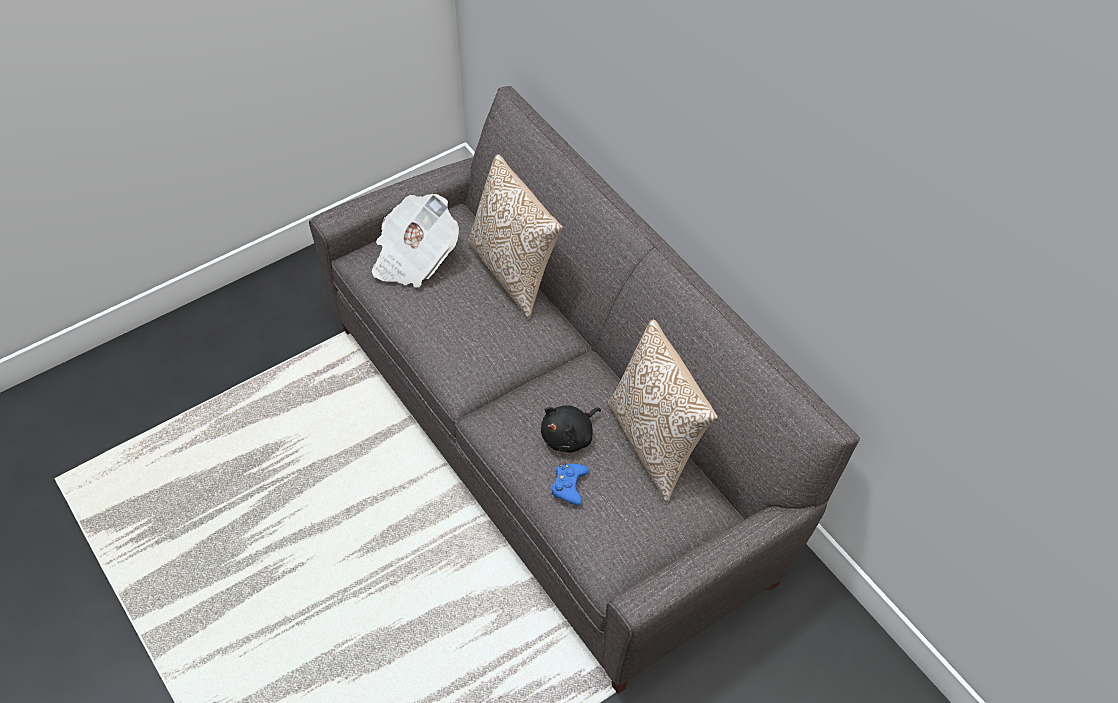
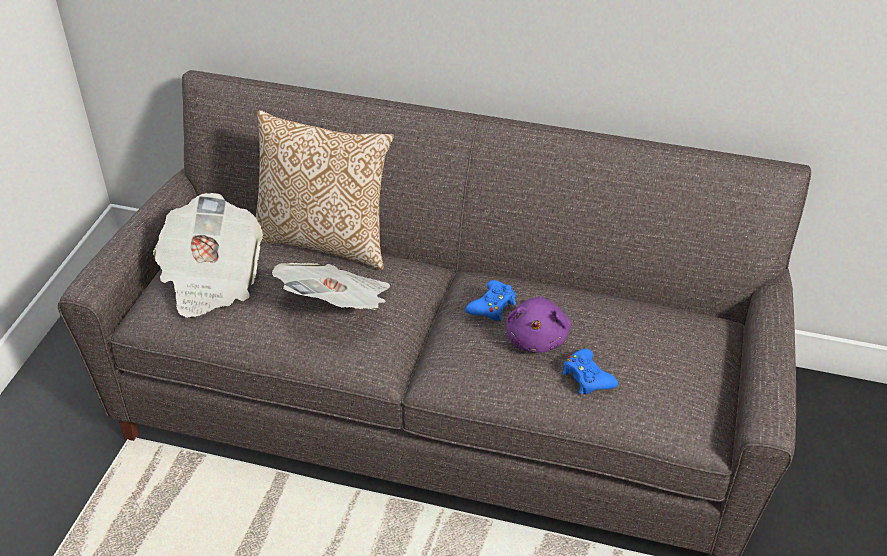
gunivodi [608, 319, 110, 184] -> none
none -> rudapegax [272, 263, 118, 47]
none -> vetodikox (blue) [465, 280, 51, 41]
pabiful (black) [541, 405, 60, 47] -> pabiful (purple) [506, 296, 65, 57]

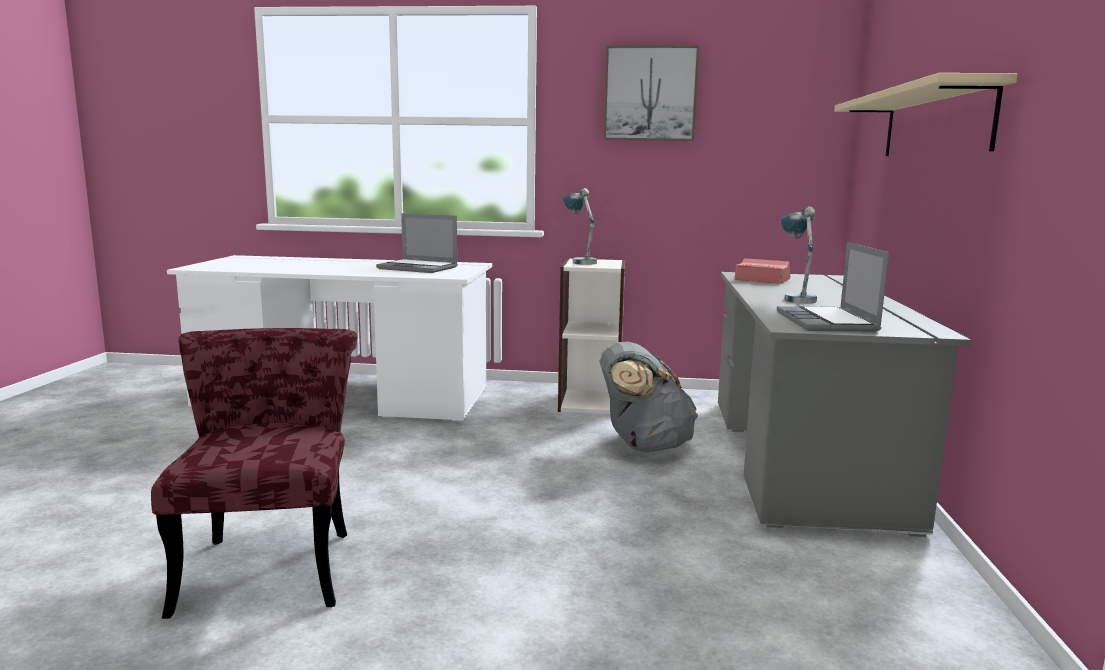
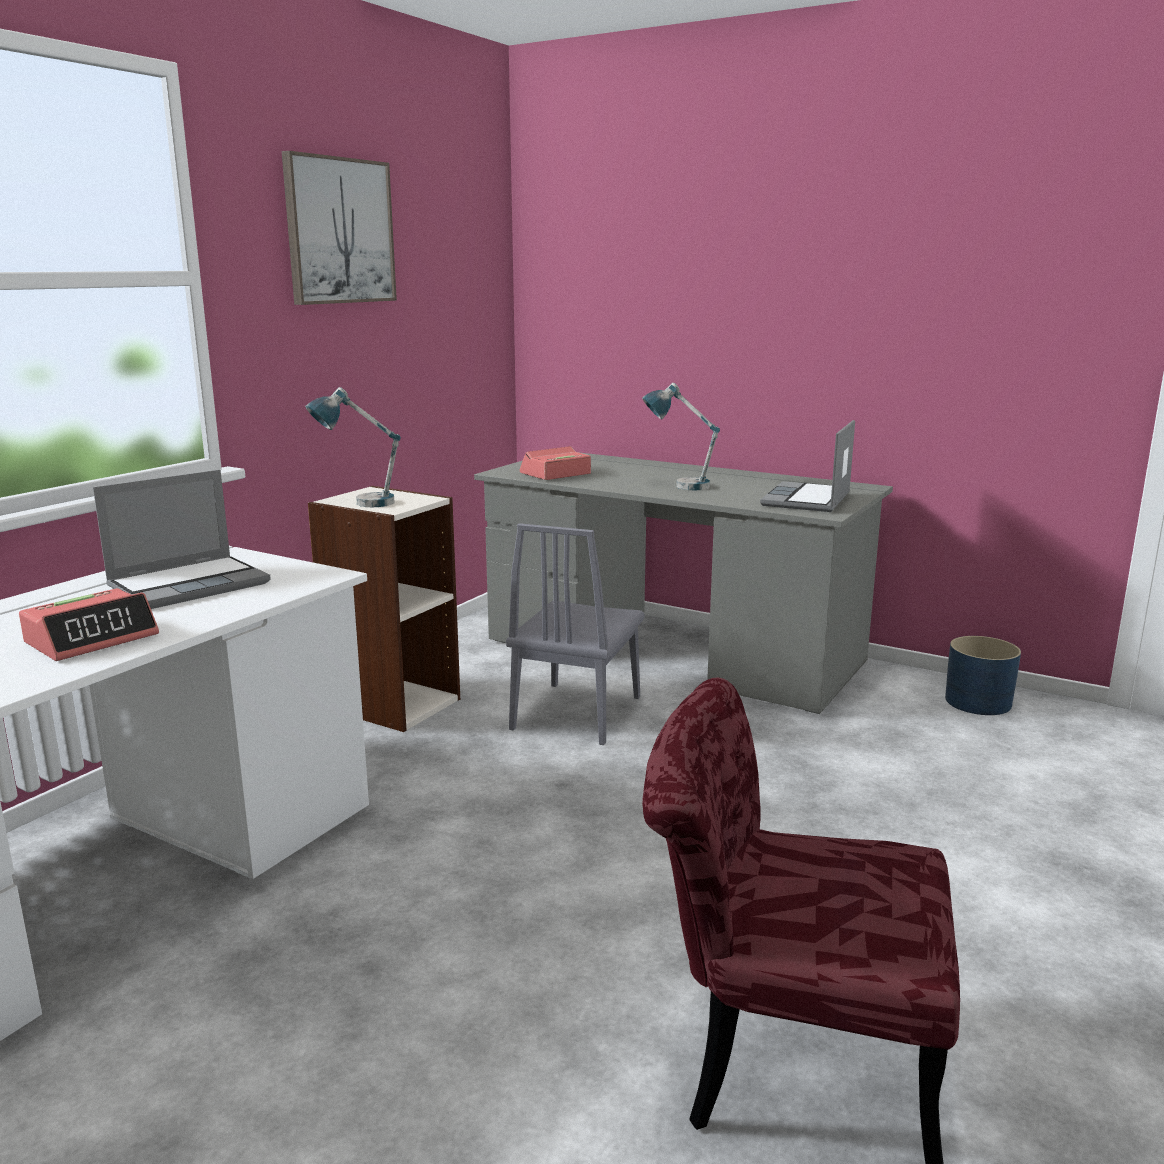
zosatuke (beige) [834, 73, 184, 83] -> none
none -> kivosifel [19, 588, 140, 73]
none -> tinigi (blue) [945, 636, 76, 79]
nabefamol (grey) [599, 342, 99, 111] -> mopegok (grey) [506, 523, 138, 222]
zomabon [777, 242, 112, 90] -> zomabon [760, 420, 95, 92], 90 degrees clockwise

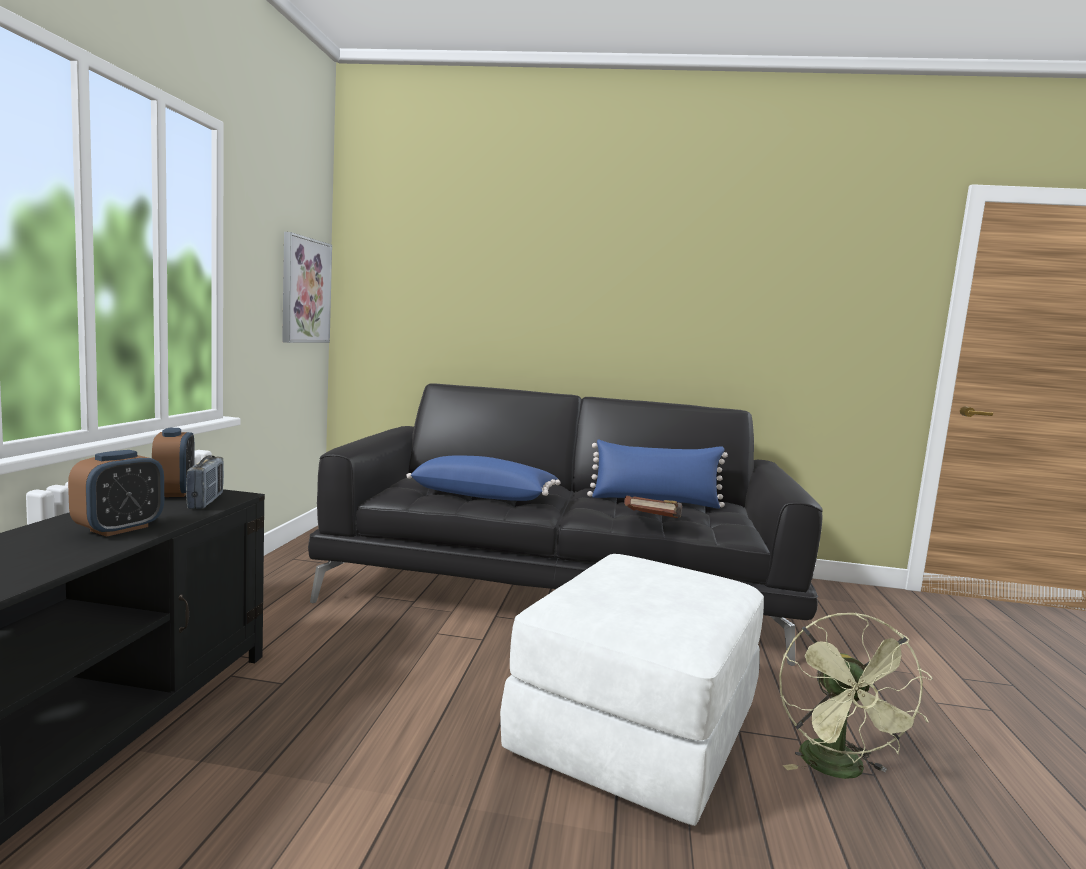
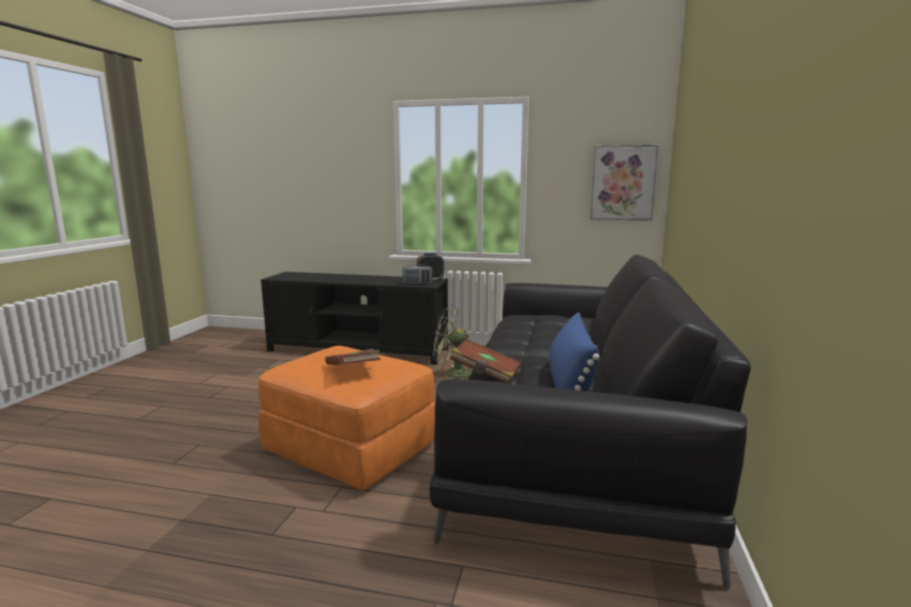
kivosifel [68, 450, 96, 87] -> none
gunivodi (blue) [406, 455, 155, 46] -> none
none -> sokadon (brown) [325, 349, 55, 16]
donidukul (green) [779, 612, 154, 167] -> donidukul (green) [433, 308, 38, 72], move
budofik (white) [500, 554, 264, 272] -> budofik (orange) [258, 346, 177, 145]

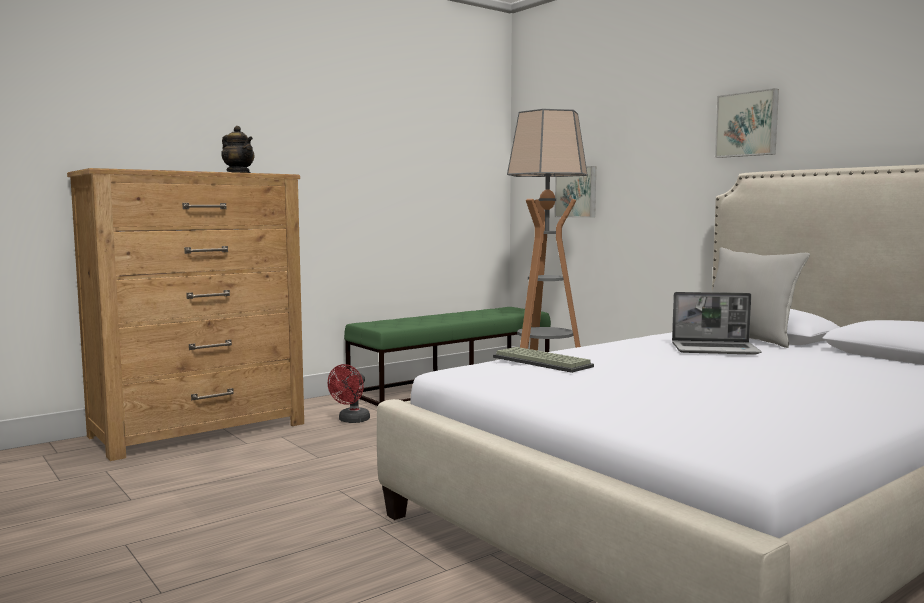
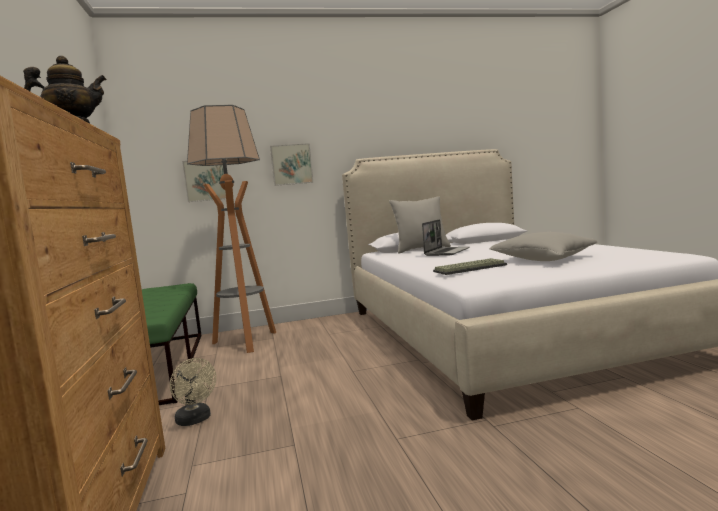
none -> gunivodi (grey) [489, 232, 108, 29]
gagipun [715, 88, 64, 70] -> gagipun [270, 143, 43, 43], move
donidukul (red) [328, 364, 42, 59] -> donidukul (beige) [170, 358, 46, 68]

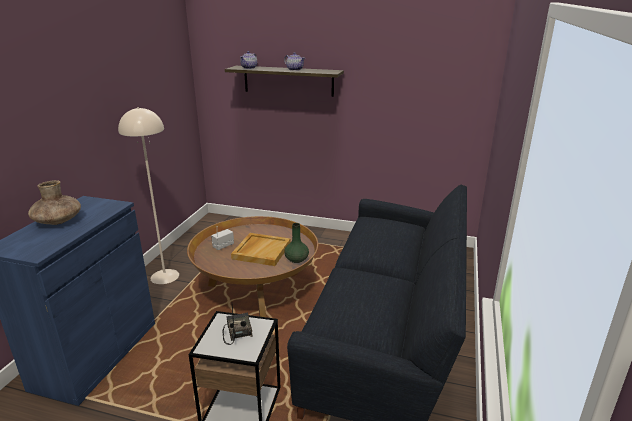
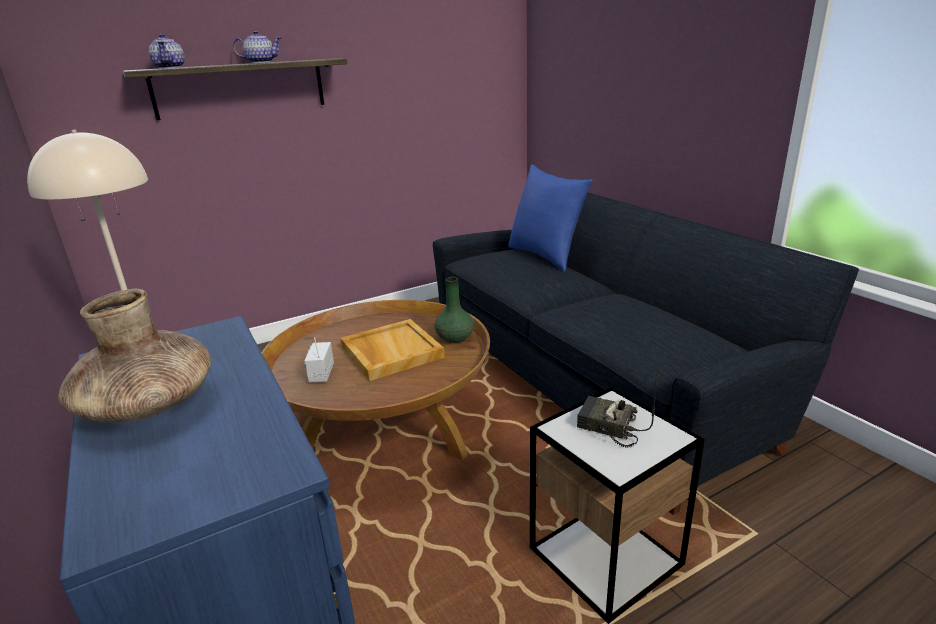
none -> gunivodi (blue) [508, 164, 85, 108]

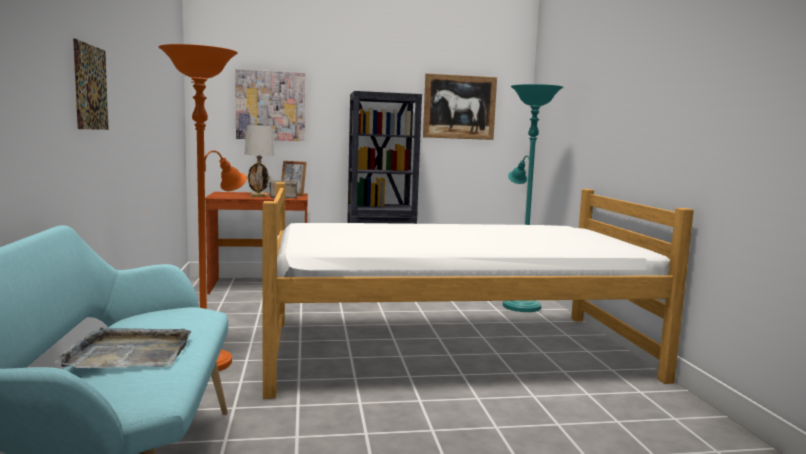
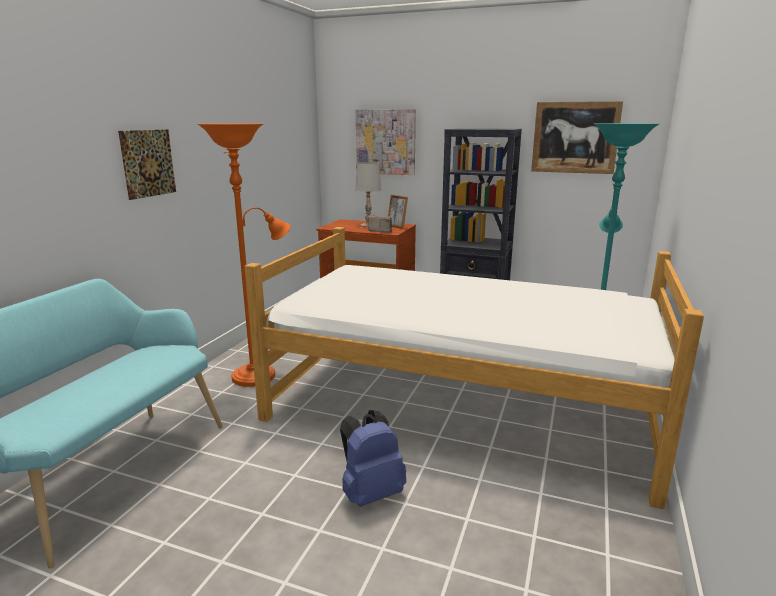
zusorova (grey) [55, 327, 137, 41] -> none
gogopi [246, 162, 23, 35] -> none
none -> nabefamol (blue) [340, 410, 66, 97]

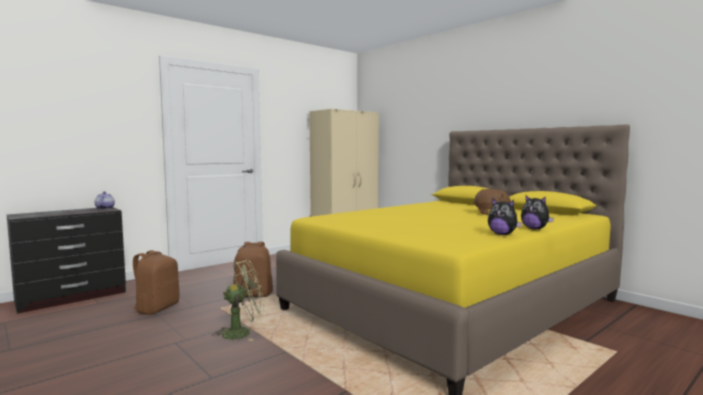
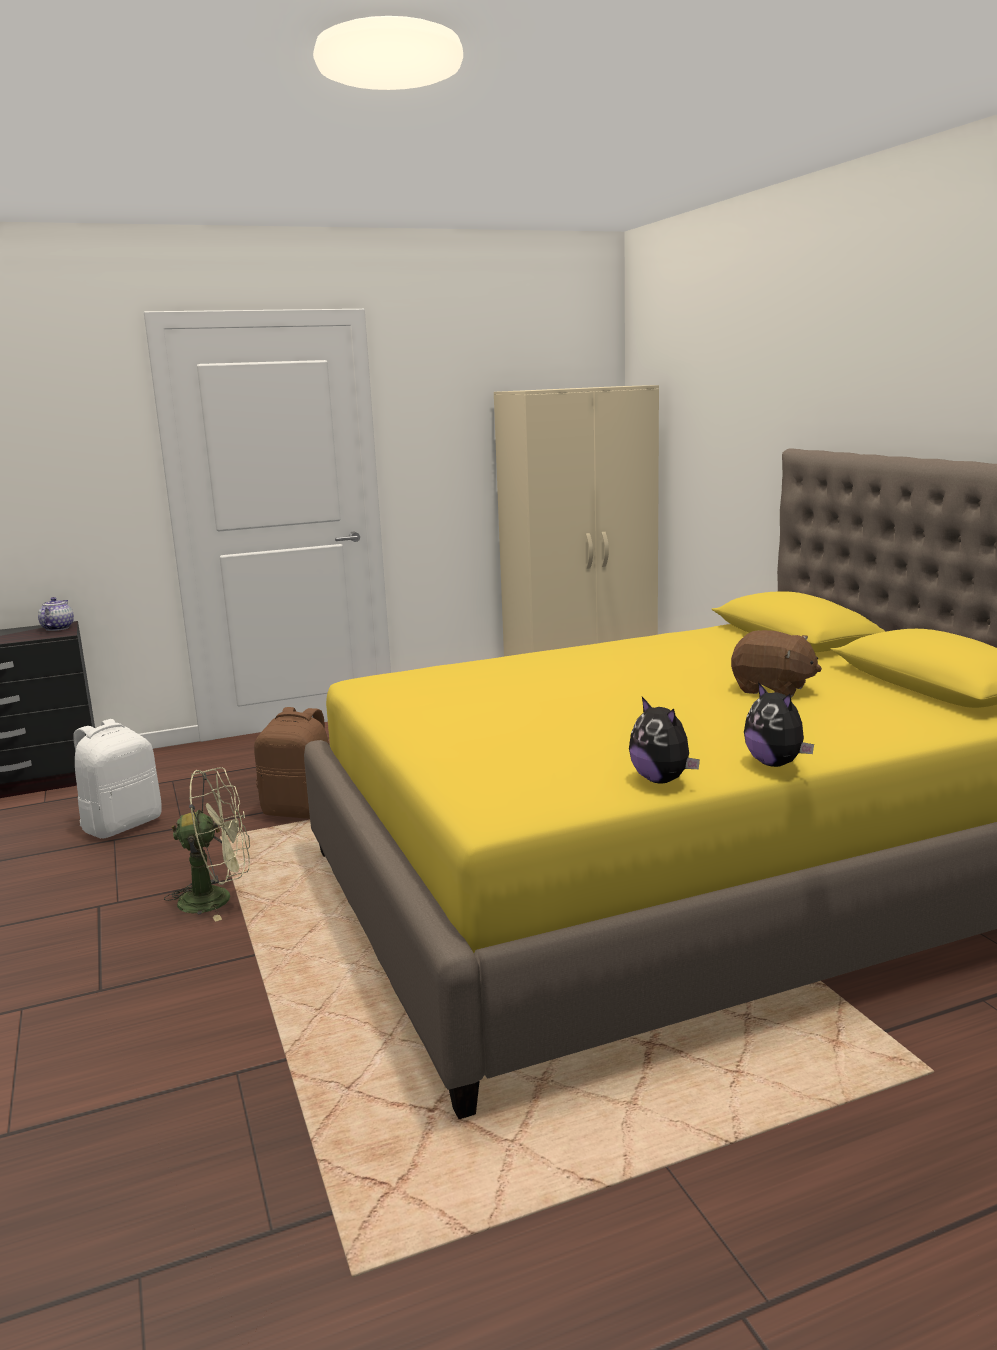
nabefamol (brown) [130, 250, 49, 65] -> nabefamol (white) [73, 719, 89, 119]

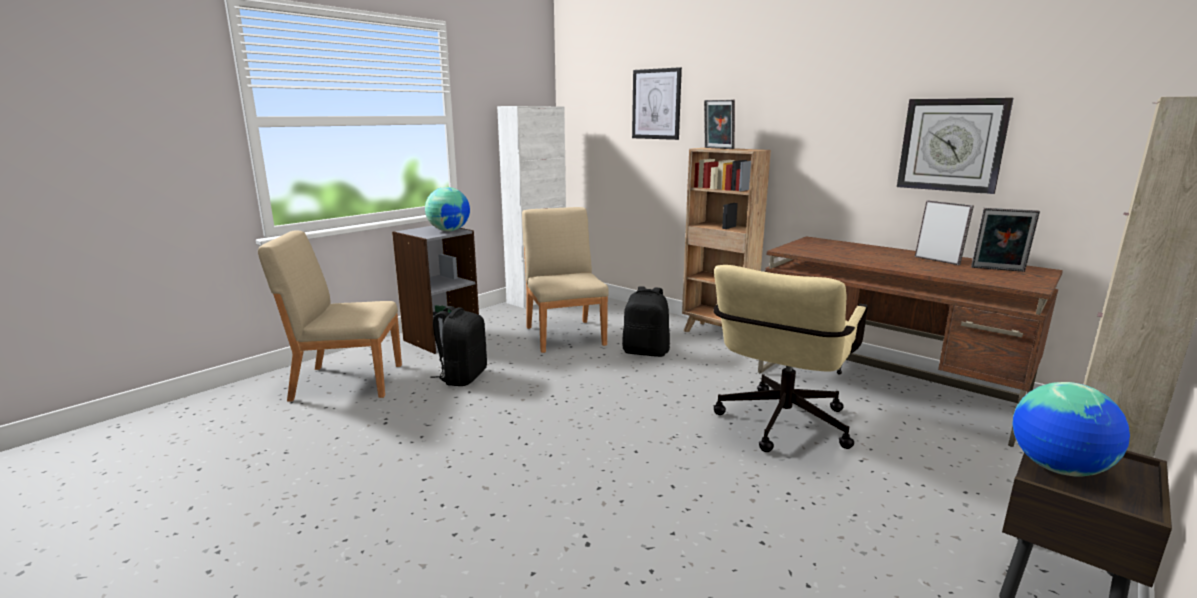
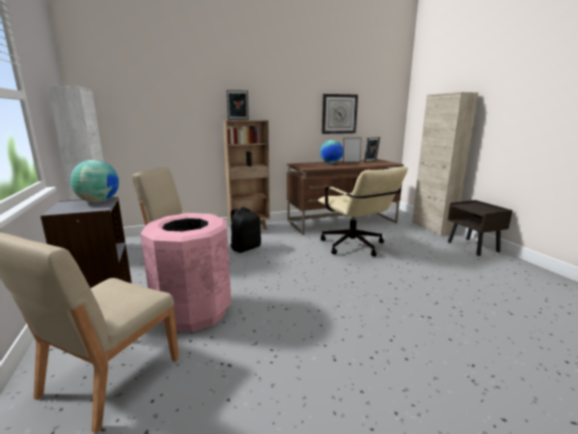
gagipun [632, 67, 50, 73] -> none
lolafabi [1013, 382, 117, 95] -> lolafabi [320, 140, 23, 24], move
nabefamol (black) [430, 306, 57, 80] -> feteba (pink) [140, 213, 91, 119]

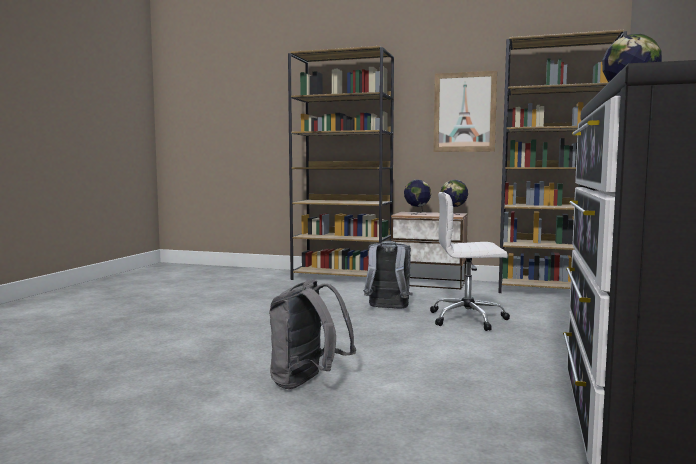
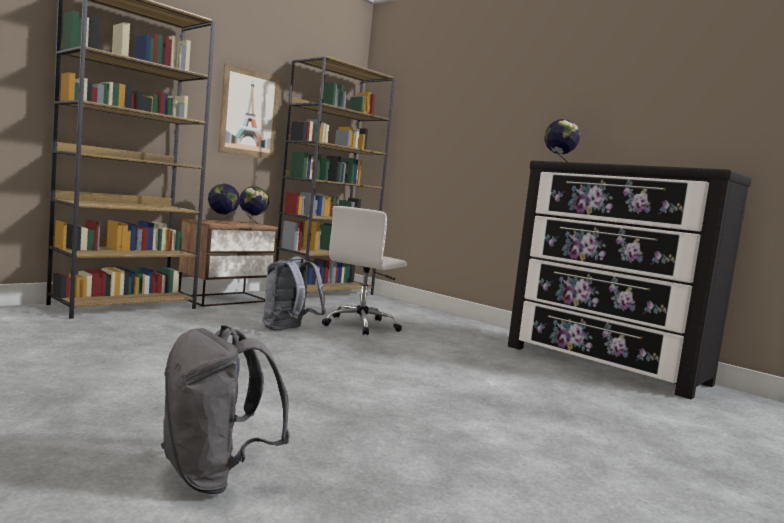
nabefamol (grey) [269, 279, 87, 110] -> nabefamol (grey) [161, 325, 129, 169], move

